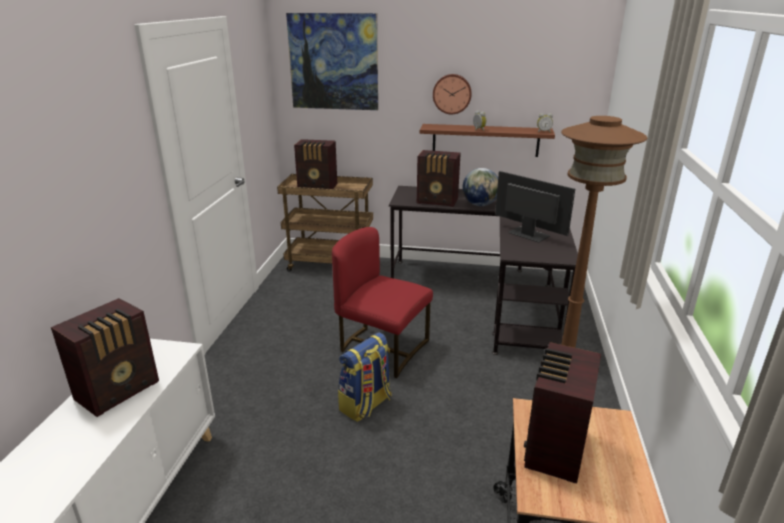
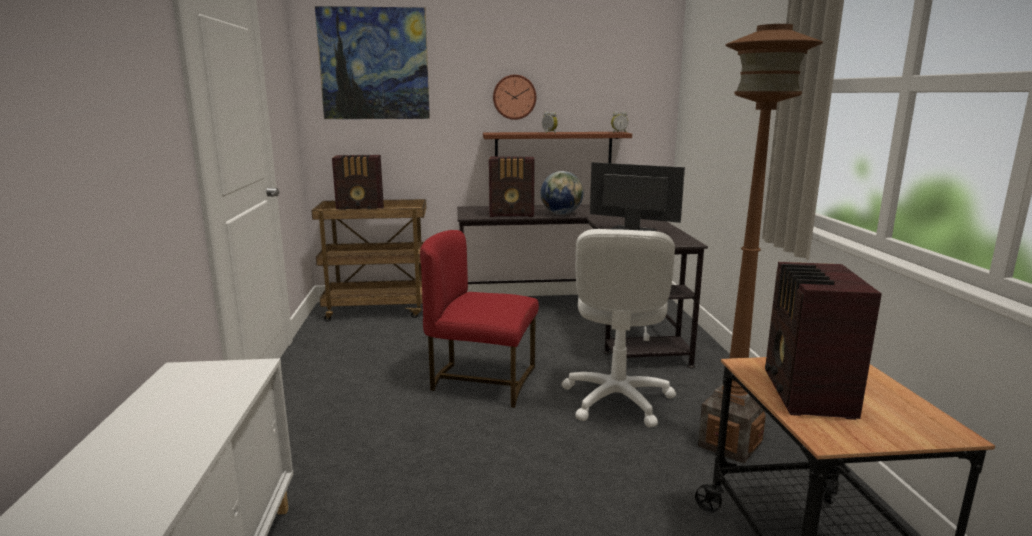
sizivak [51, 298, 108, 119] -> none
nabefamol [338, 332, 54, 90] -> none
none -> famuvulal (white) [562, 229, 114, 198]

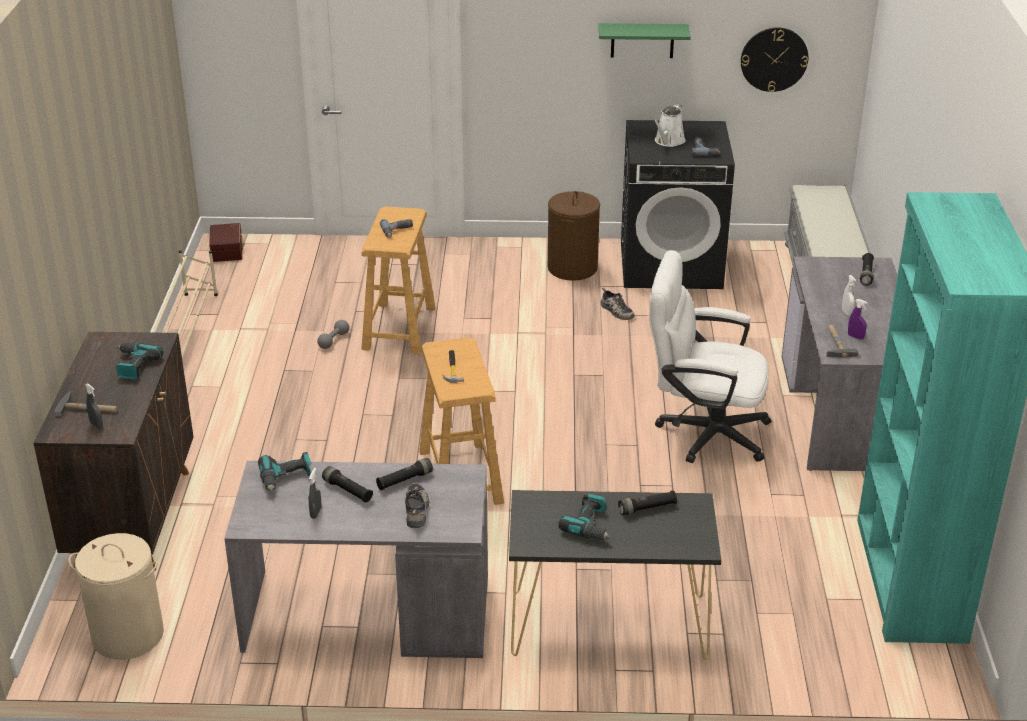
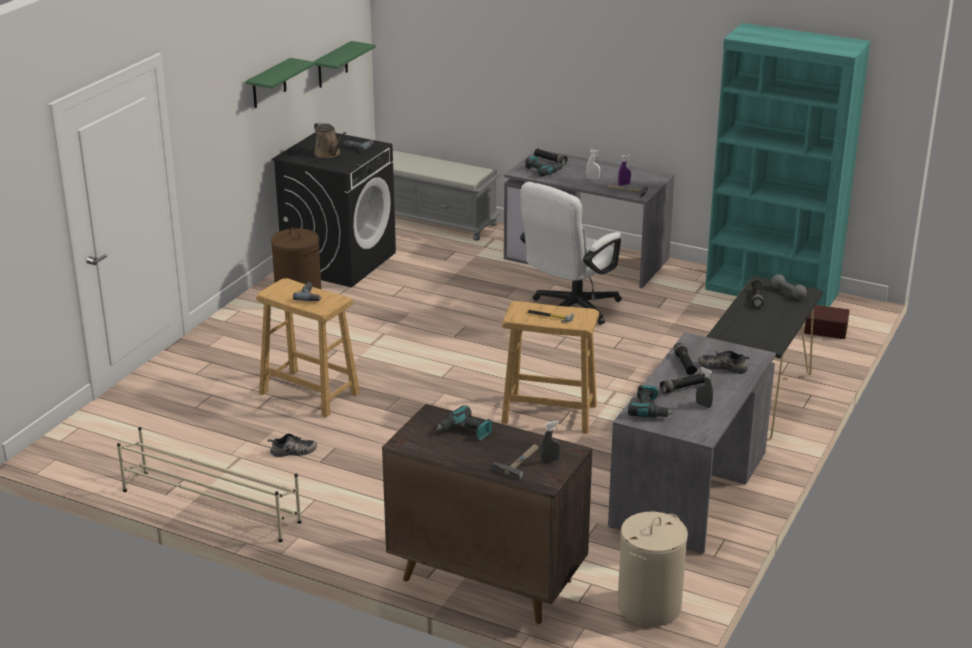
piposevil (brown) [209, 223, 35, 39] -> piposevil (brown) [804, 305, 46, 34], move
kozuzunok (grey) [317, 320, 32, 29] -> kozuzunok (grey) [771, 274, 36, 25], move
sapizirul [558, 493, 53, 47] -> sapizirul [526, 156, 38, 21], move
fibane [601, 288, 34, 32] -> fibane [268, 433, 49, 24], move
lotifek [741, 27, 67, 65] -> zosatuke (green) [313, 41, 63, 47]
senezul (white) [653, 104, 32, 43] -> senezul (brown) [314, 122, 32, 36]

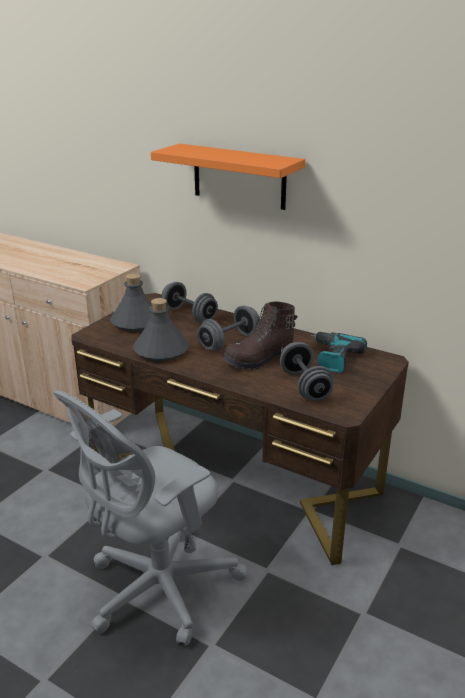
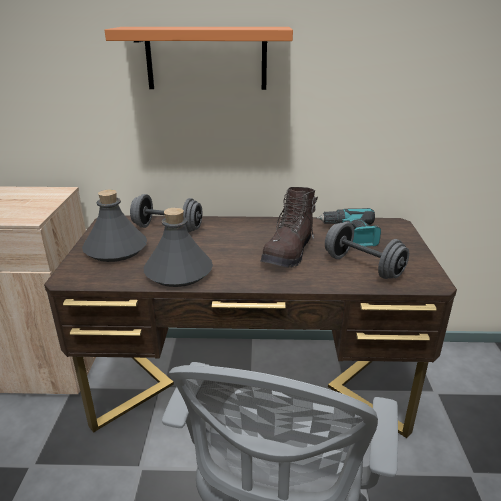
kozuzunok (grey) [198, 306, 62, 45] -> none

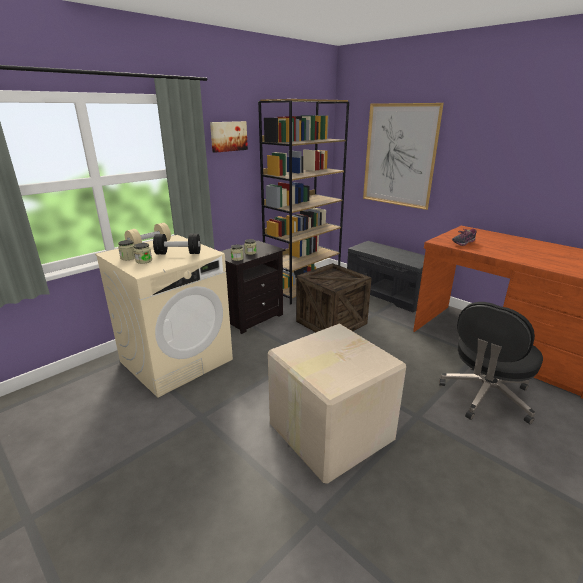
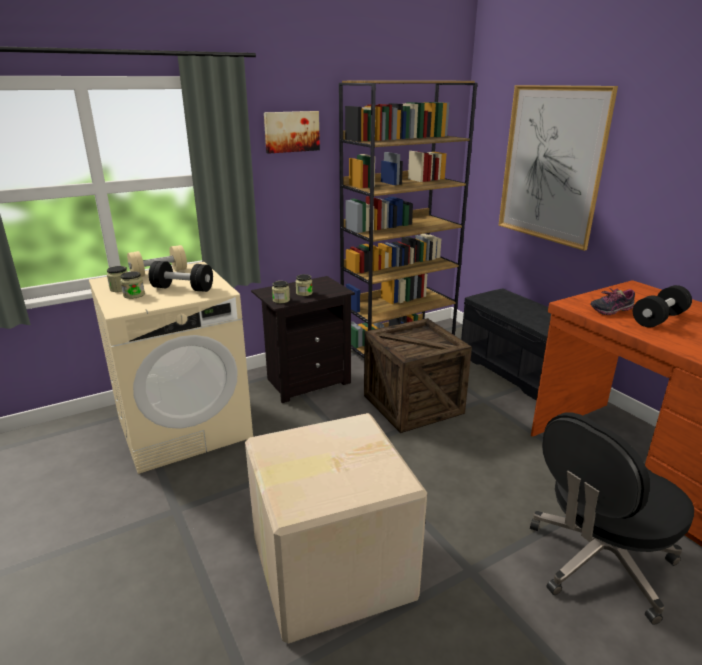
none -> kozuzunok (black) [633, 285, 59, 42]

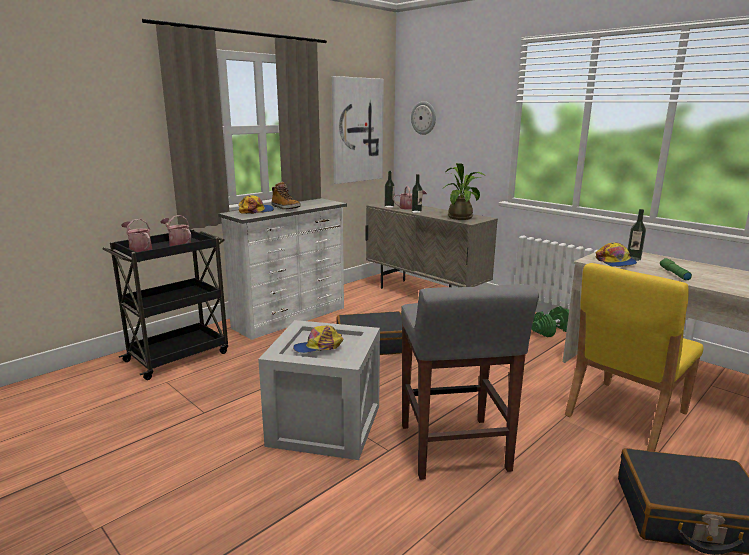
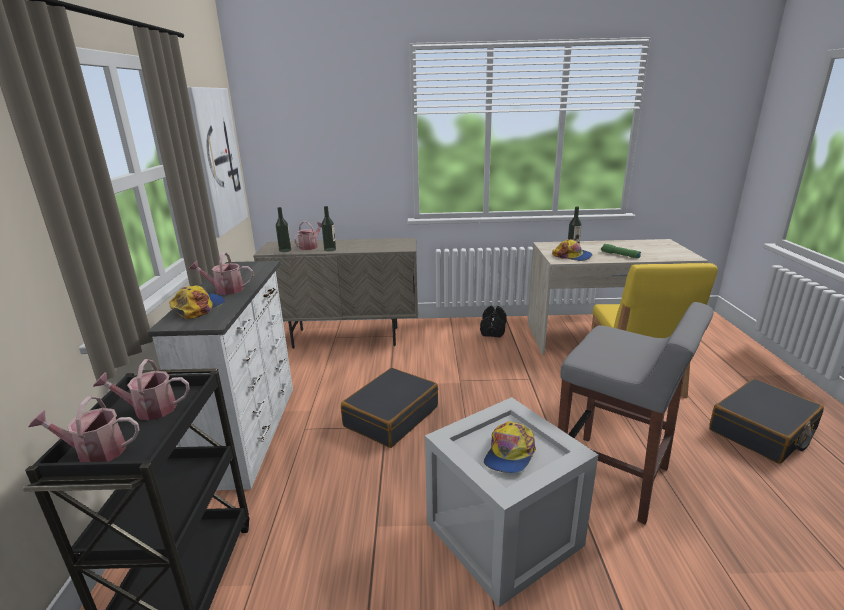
lotifek [411, 101, 25, 34] -> none
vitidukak [442, 163, 43, 57] -> none
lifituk [271, 182, 30, 27] -> senezul [189, 252, 64, 43]
kozuzunok (green) [531, 306, 38, 31] -> kozuzunok (black) [480, 306, 27, 31]

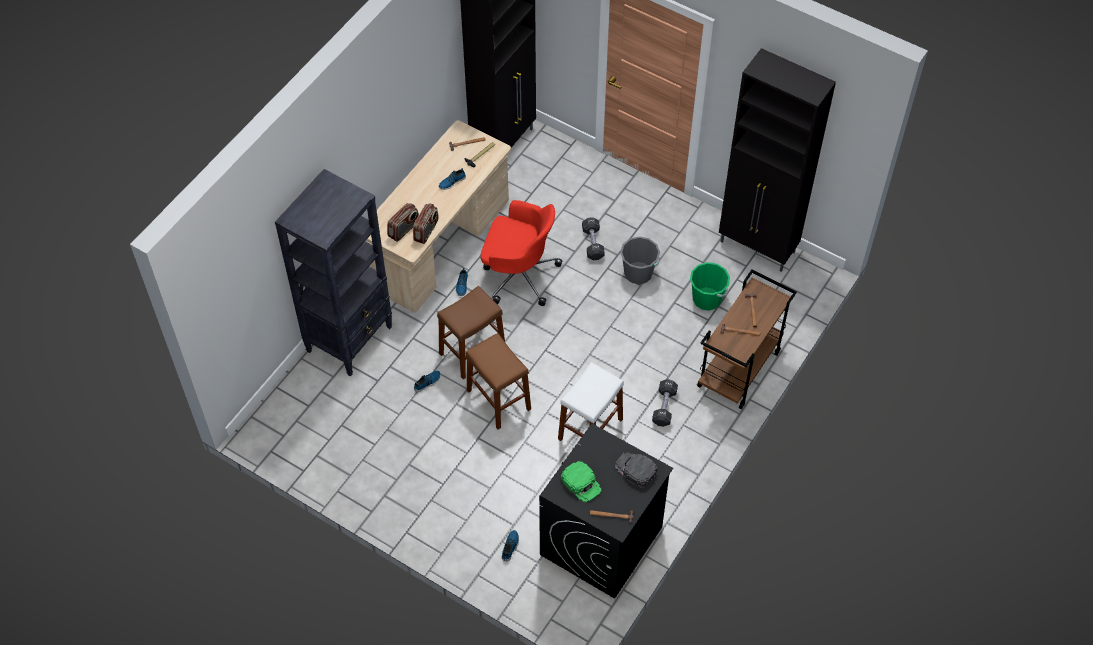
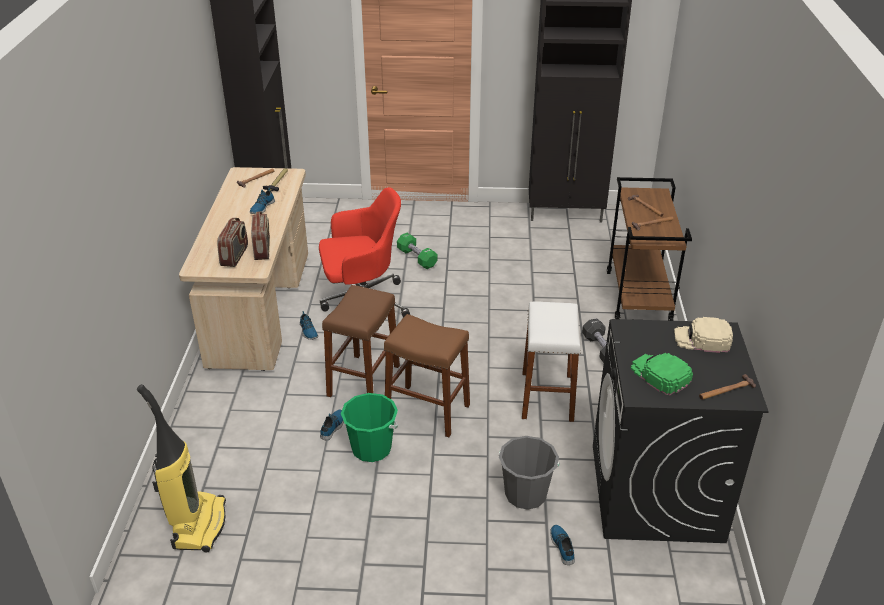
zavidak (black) [275, 169, 117, 208] -> none
none -> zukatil [137, 384, 89, 169]
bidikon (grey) [620, 236, 40, 48] -> bidikon (grey) [499, 436, 61, 74], move
bidikon (green) [690, 262, 40, 49] -> bidikon (green) [341, 393, 57, 69], move
kozuzunok (black) [582, 217, 23, 43] -> kozuzunok (green) [397, 233, 41, 36]
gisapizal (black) [614, 452, 43, 36] -> gisapizal (beige) [674, 317, 59, 36]
gisapizal (green) [561, 461, 41, 41] -> gisapizal (green) [631, 353, 62, 42], 150 degrees counterclockwise

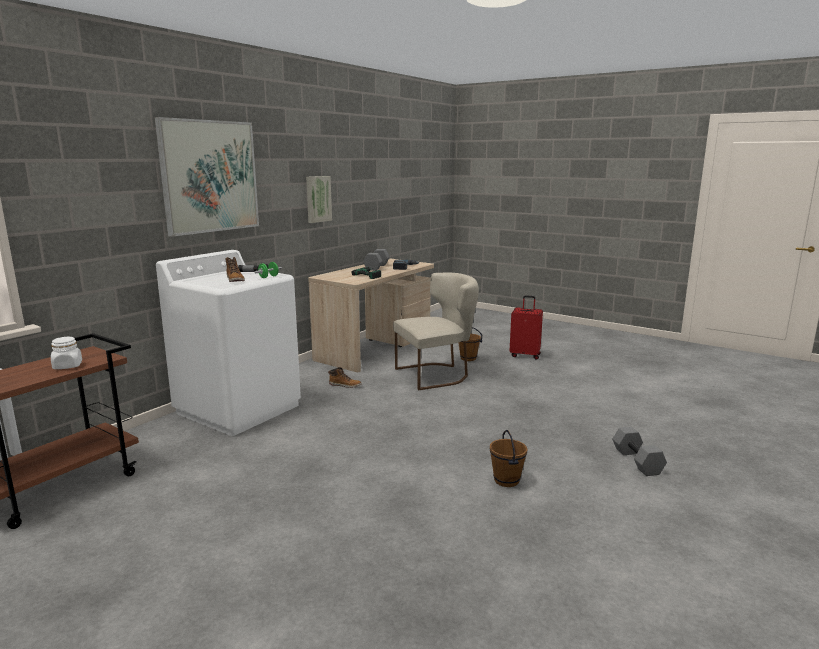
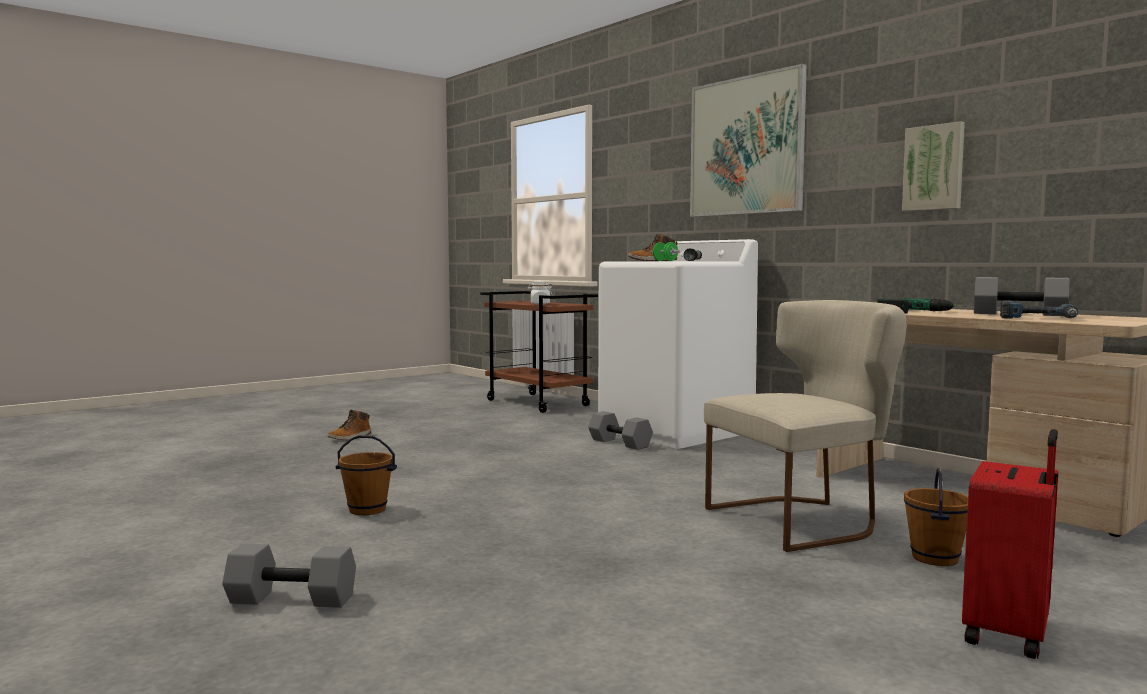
none -> kozuzunok (grey) [588, 411, 65, 39]
lifituk [328, 367, 34, 21] -> lifituk [328, 410, 43, 30], move
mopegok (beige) [393, 273, 86, 117] -> mopegok (beige) [704, 300, 202, 252], 105 degrees counterclockwise

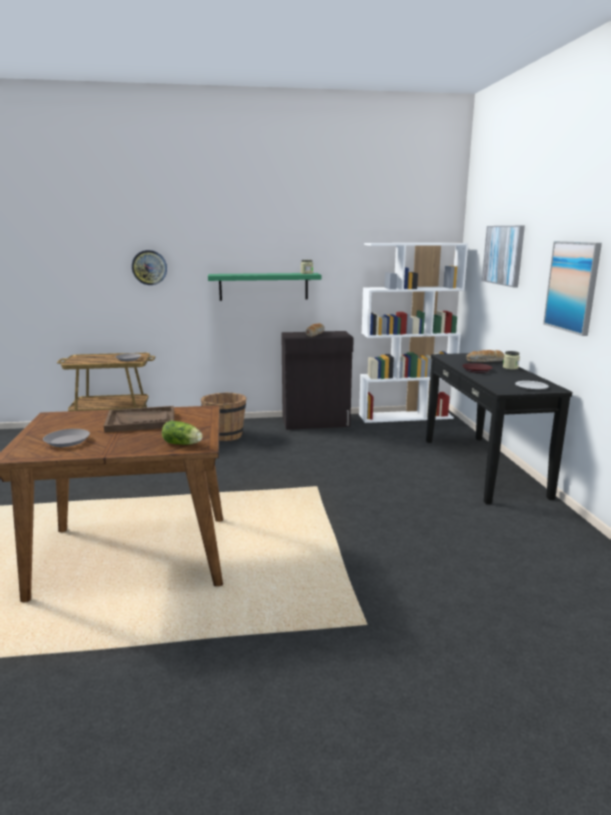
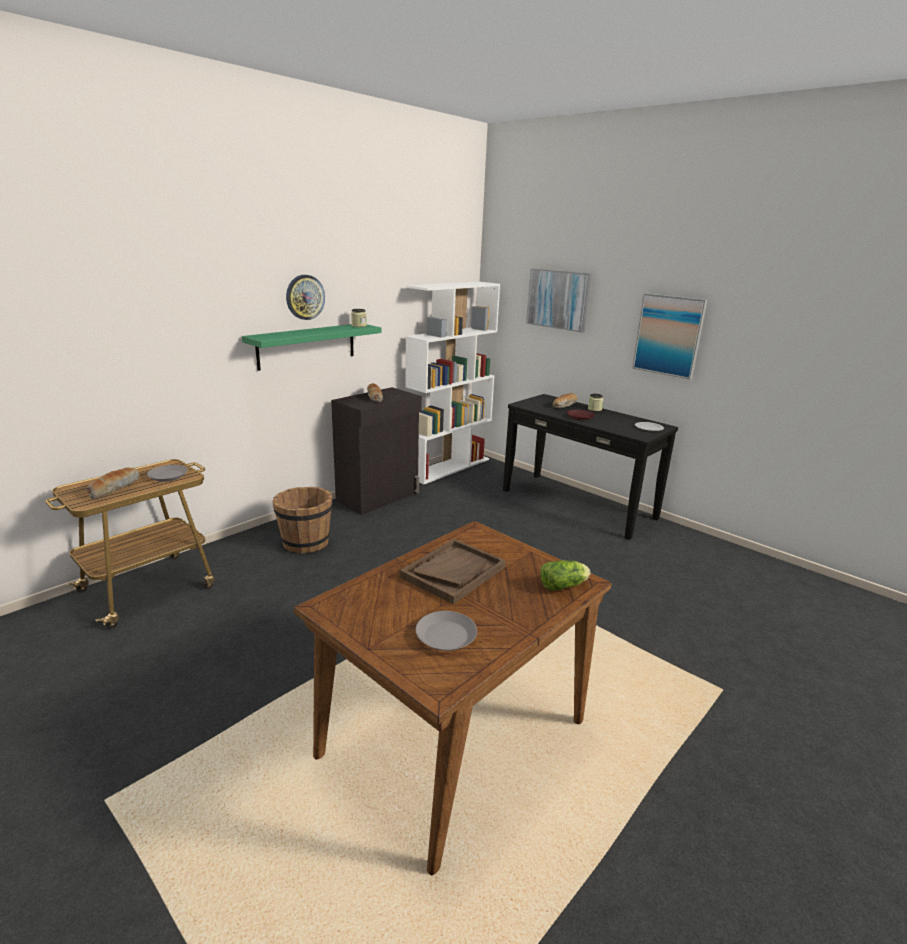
none -> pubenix [87, 468, 52, 32]
lotifek [132, 250, 35, 35] -> lotifek [286, 275, 39, 45], move

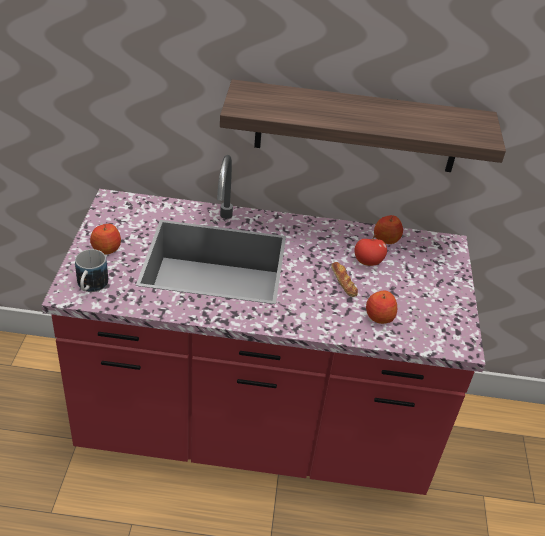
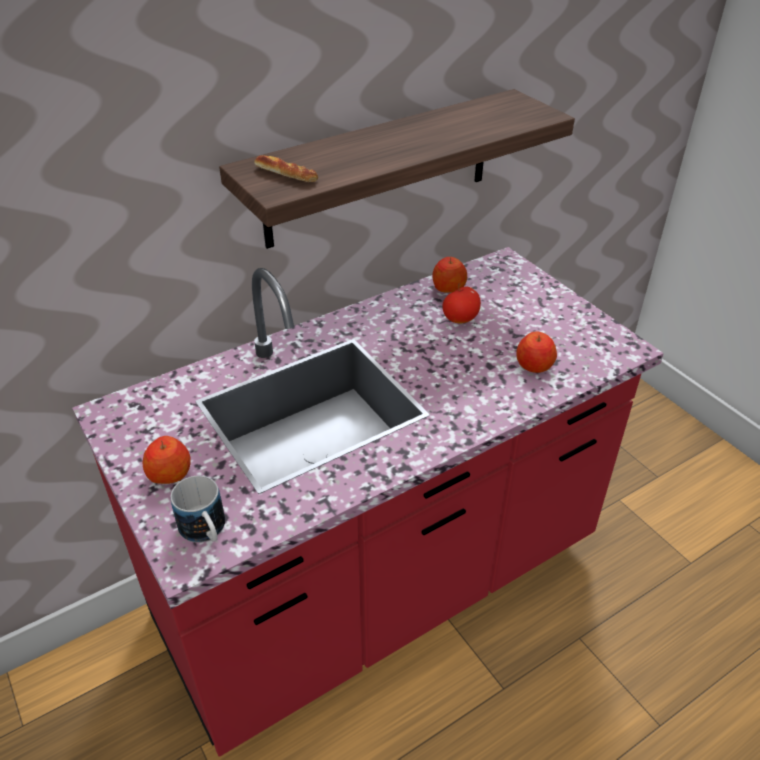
pubenix [331, 262, 27, 35] -> pubenix [254, 155, 64, 27], move

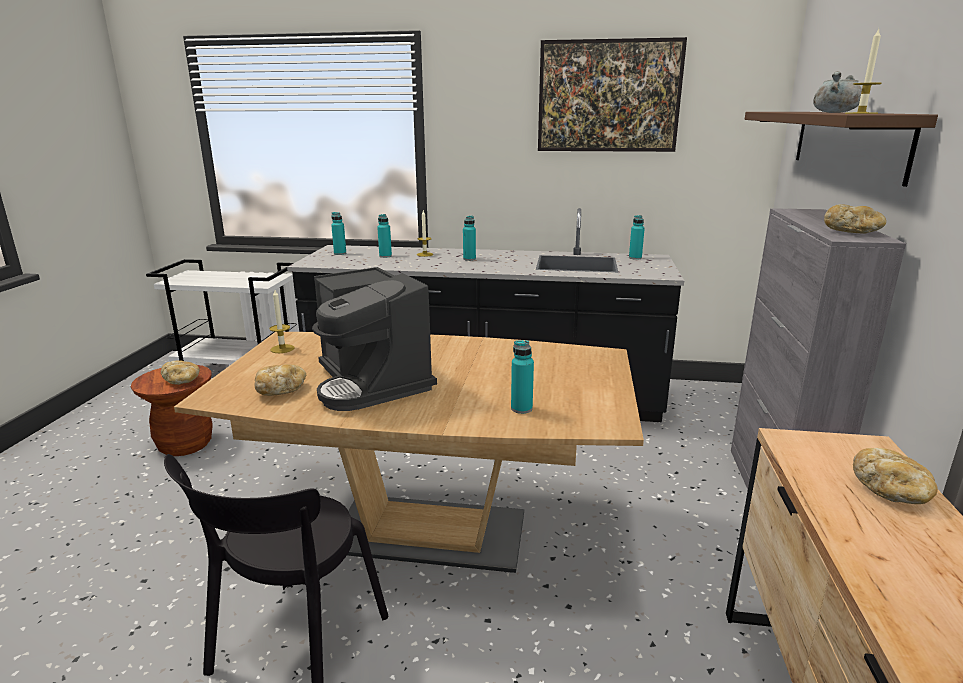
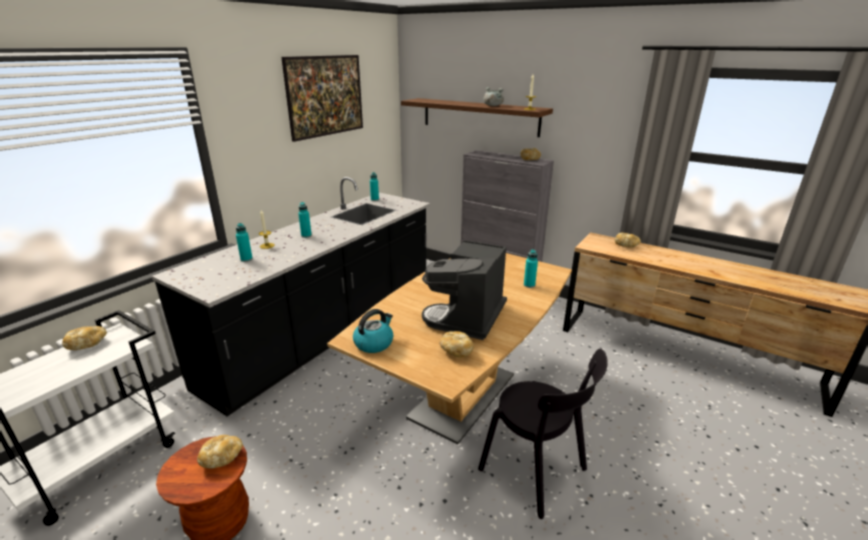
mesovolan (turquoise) [331, 212, 15, 43] -> none
none -> pubenix [62, 326, 45, 24]
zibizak [269, 290, 25, 63] -> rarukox [353, 309, 40, 44]
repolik [312, 267, 125, 144] -> repolik [422, 240, 85, 100], 120 degrees clockwise

